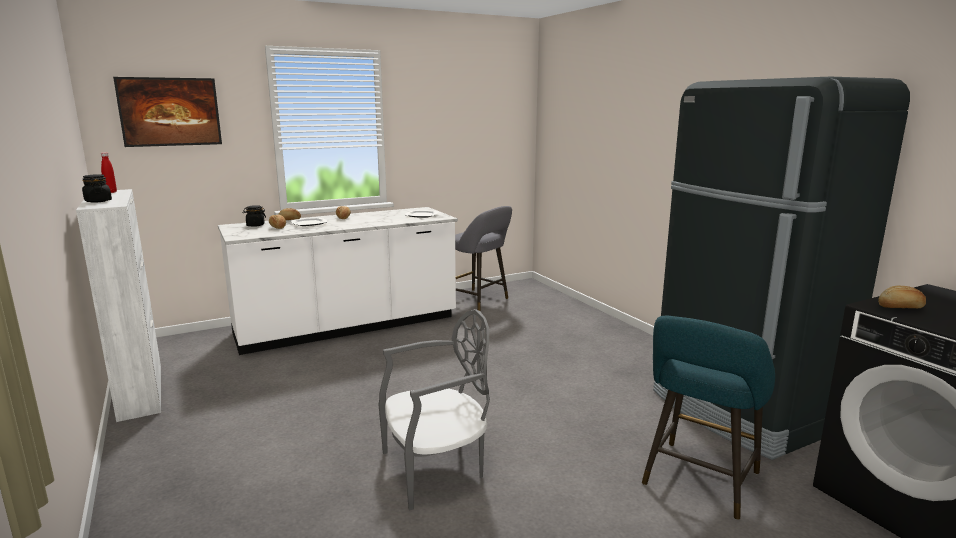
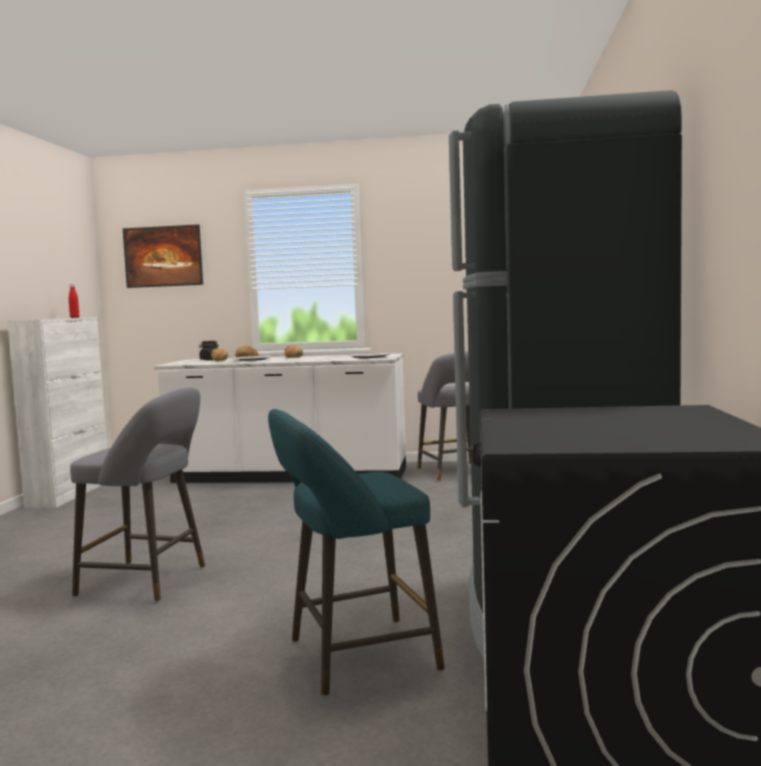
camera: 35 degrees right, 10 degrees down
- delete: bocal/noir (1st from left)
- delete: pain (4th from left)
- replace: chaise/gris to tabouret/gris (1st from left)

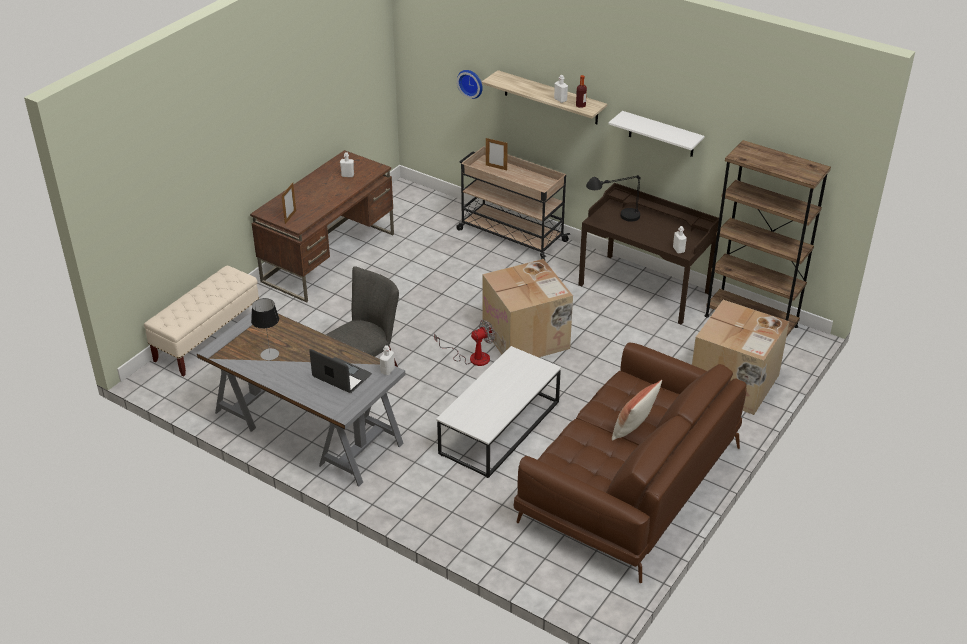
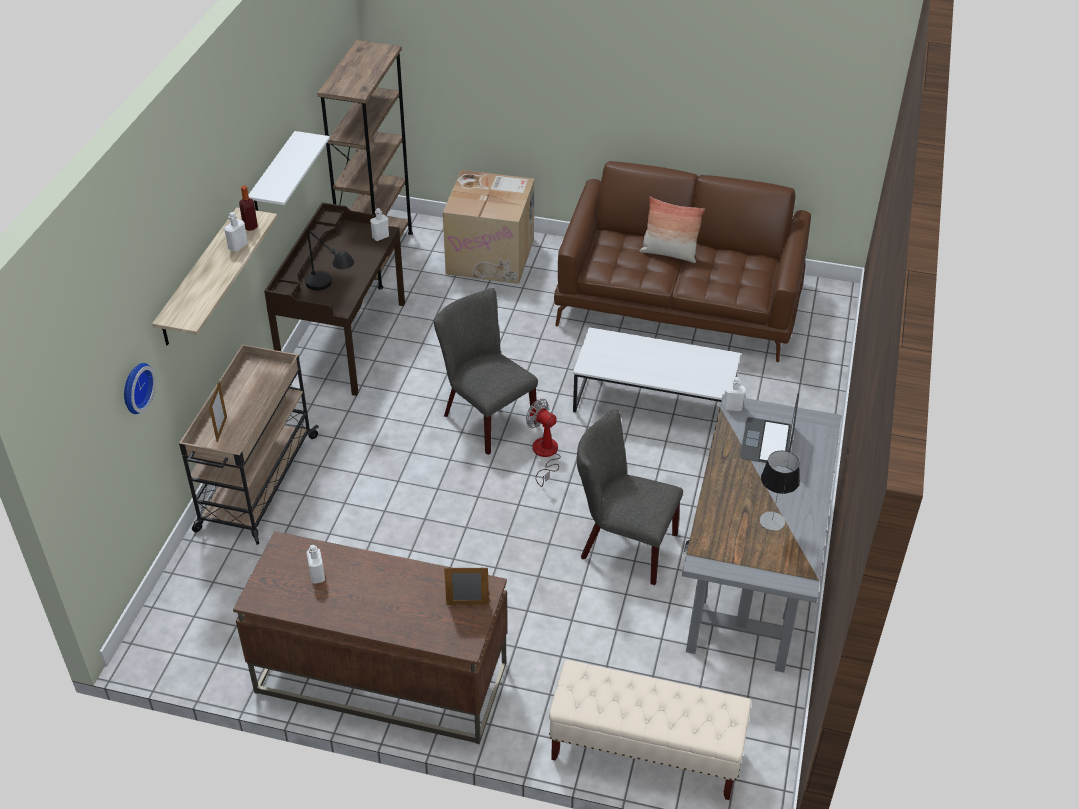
camera: 110 degrees left, 5 degrees up
- replace: carton (1st from left) to chaise/gris (1st from left)

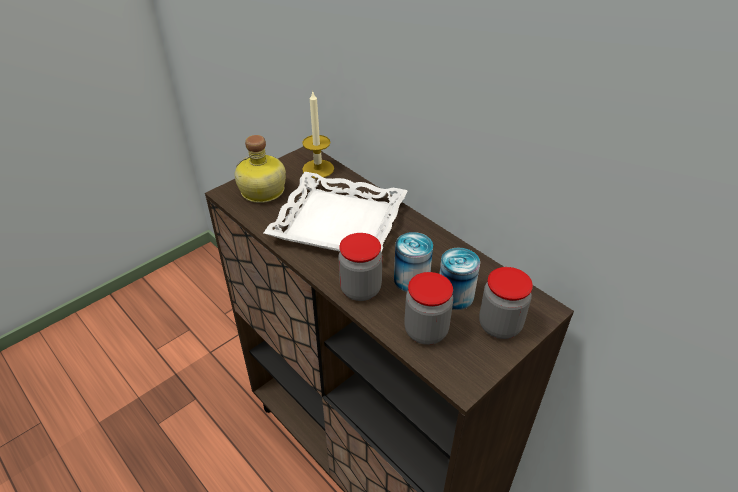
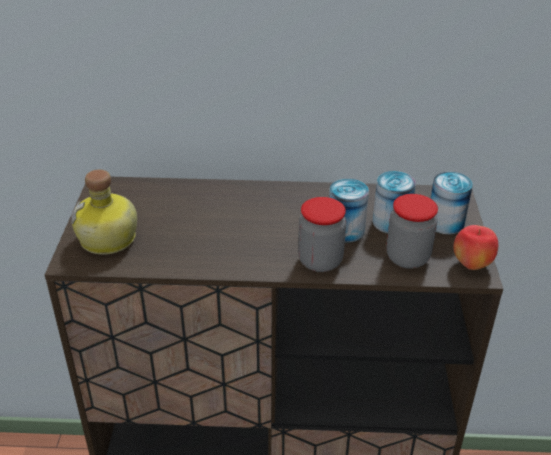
camera: 45 degrees left, 5 degrees down
- delete: plateau/blanc
- delete: bougie
- insert: pomme
- replace: bocal (3rd from left) to boîte métallique (3rd from left)

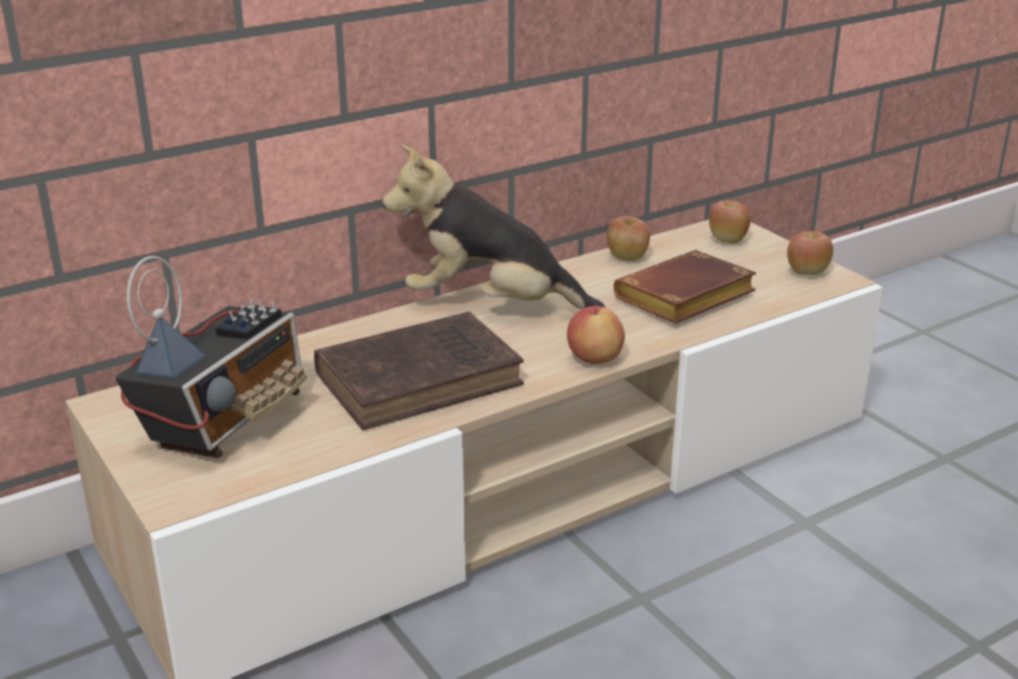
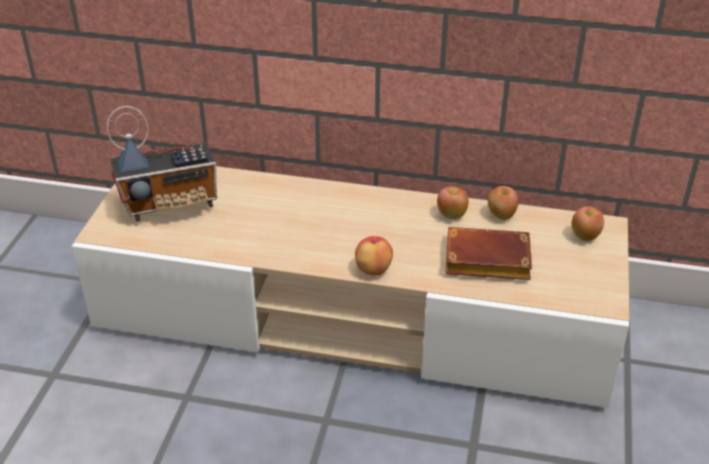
camera: 45 degrees right, 10 degrees up
- delete: livre/marron (1st from left)
- delete: peluche
- move: pomme (4th from left in the first image) to pomme (2nd from left)

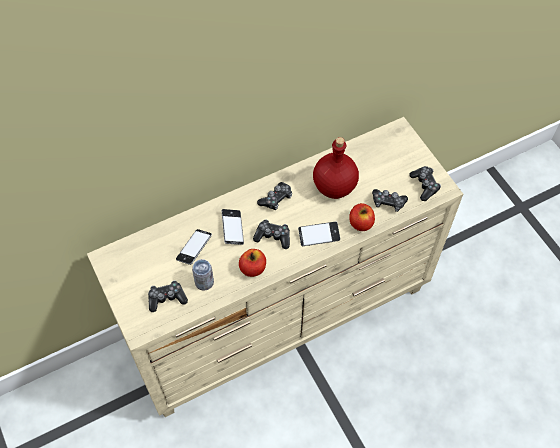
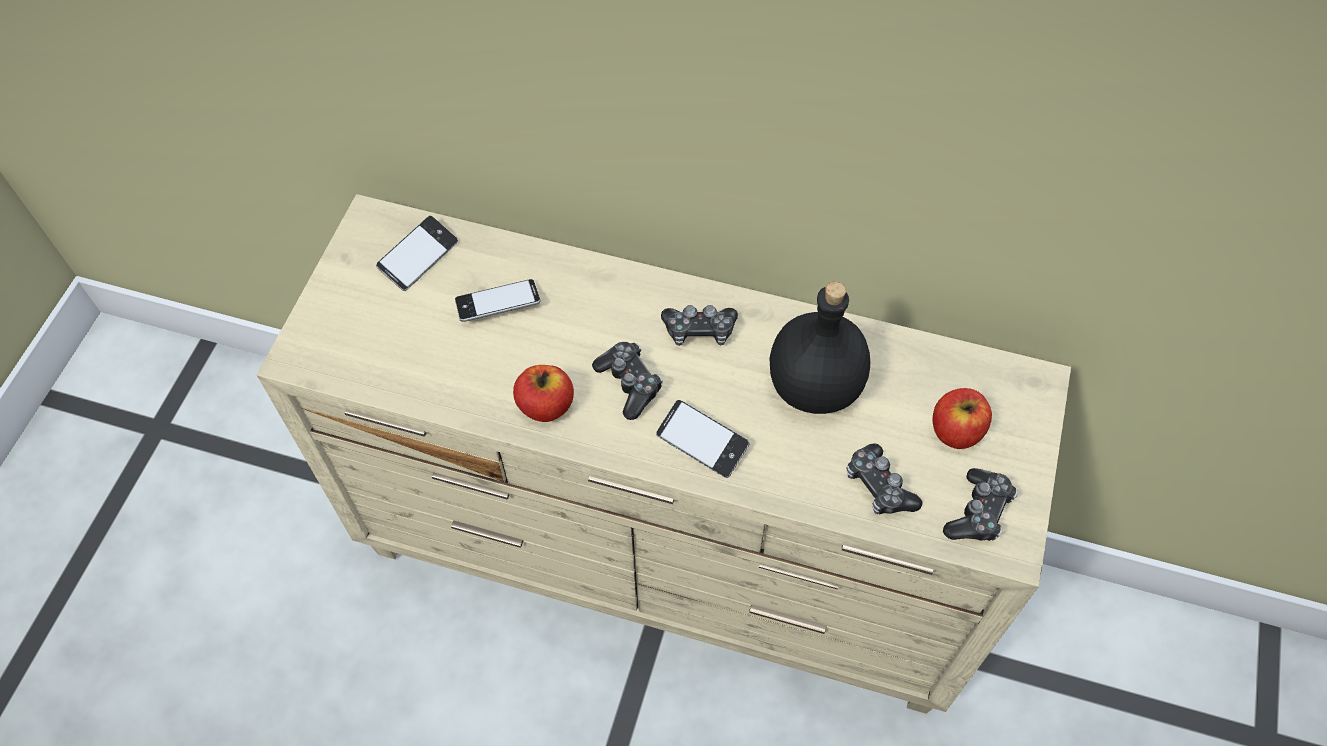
camera: 45 degrees right, 0 degrees up
- delete: manette (1st from left)
- delete: boîte métallique
- move: téléphone (2nd from left in the first image) to téléphone (1st from left)
- move: pomme (2nd from left)
- recolor: bouteille/rouge to bouteille/noir

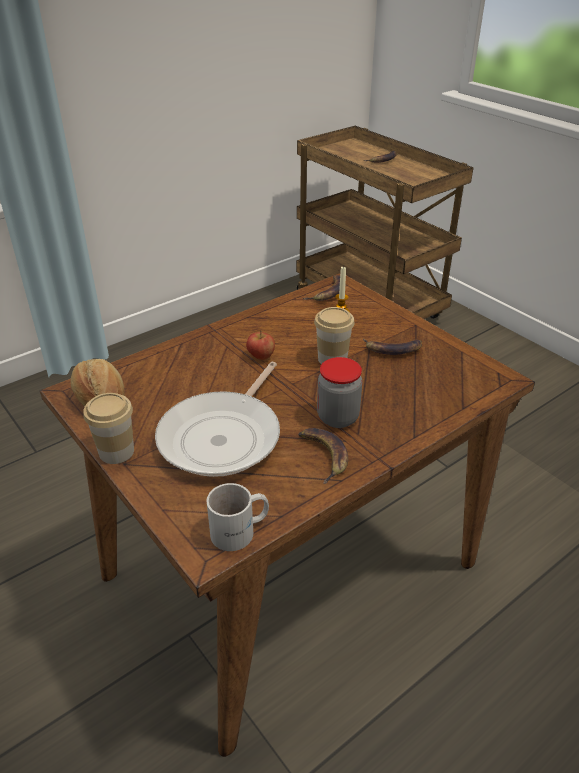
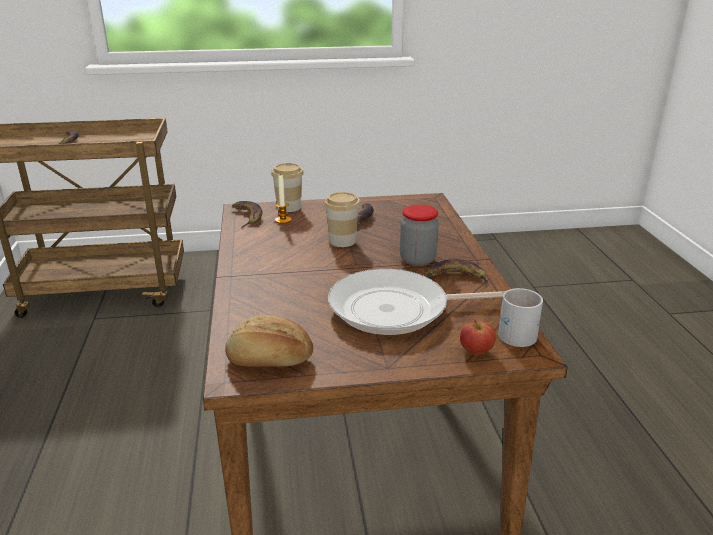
camera: 60 degrees left, 10 degrees down
- move: tasse (1st from left)
- move: pomme
- rotate: poêle 120 degrees clockwise

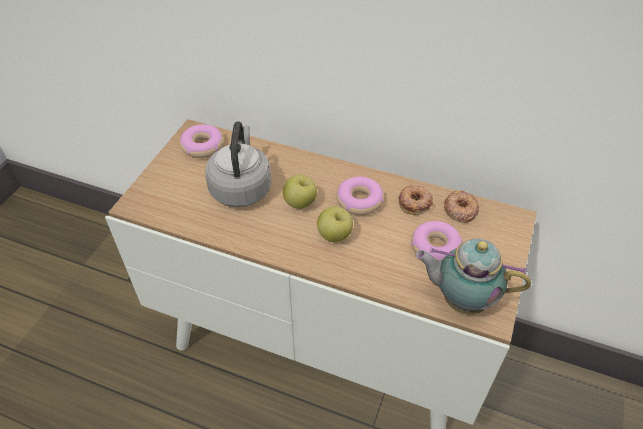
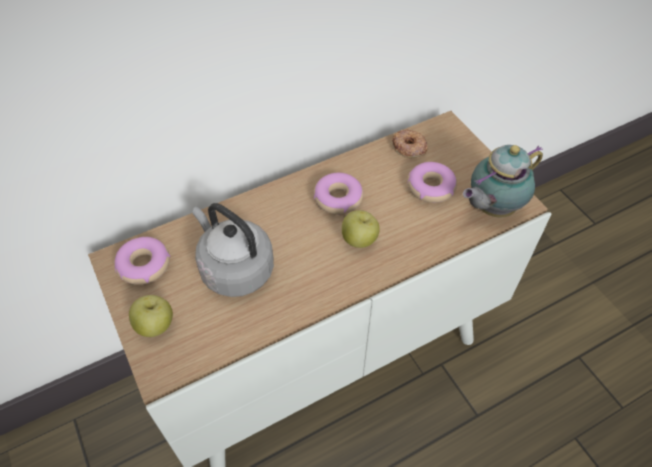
camera: 50 degrees left, 5 degrees up
- delete: beignet (3rd from left)
- move: pomme (1st from left)

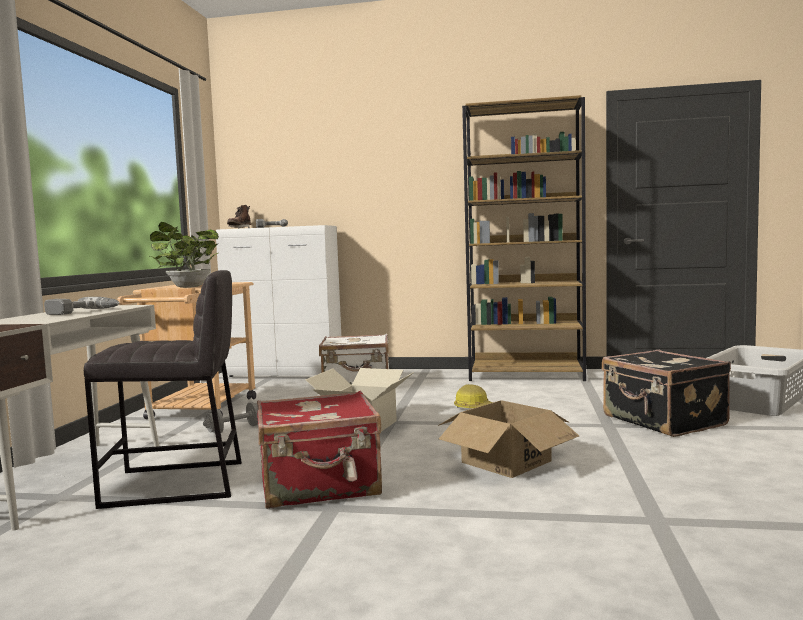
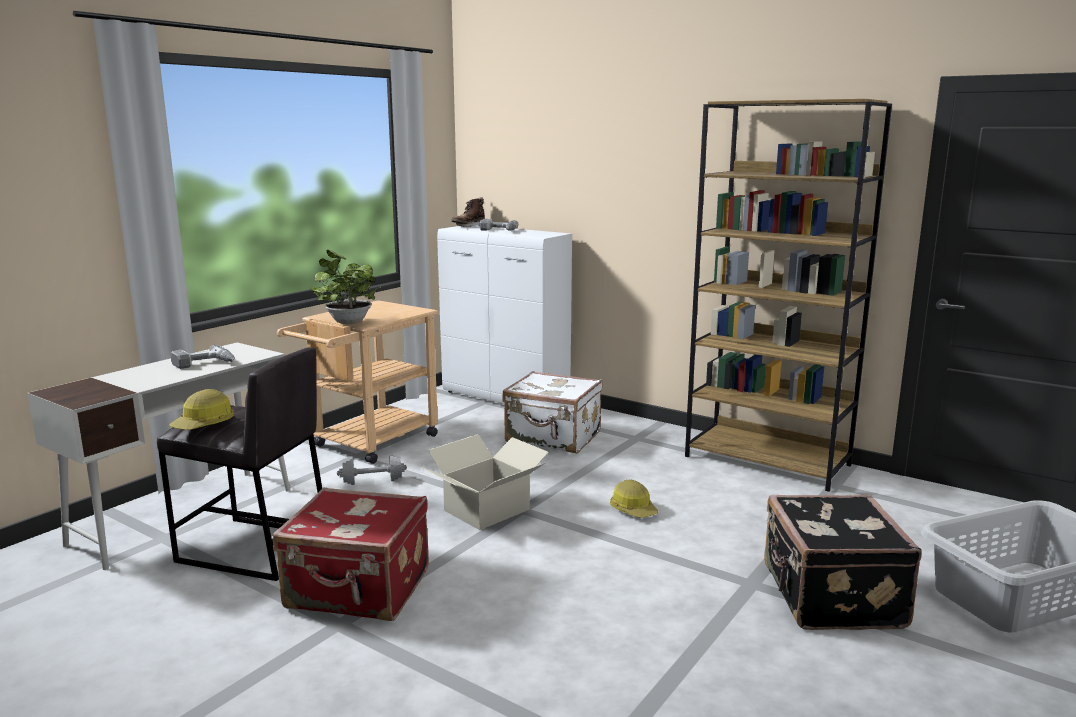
camera: 25 degrees right, 10 degrees up
- delete: carton (2nd from left)
- insert: casque de chantier (1st from left)

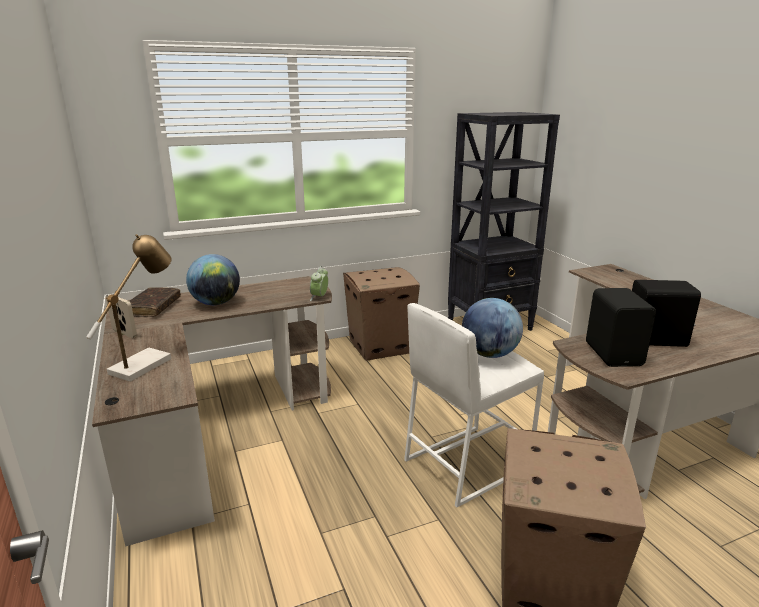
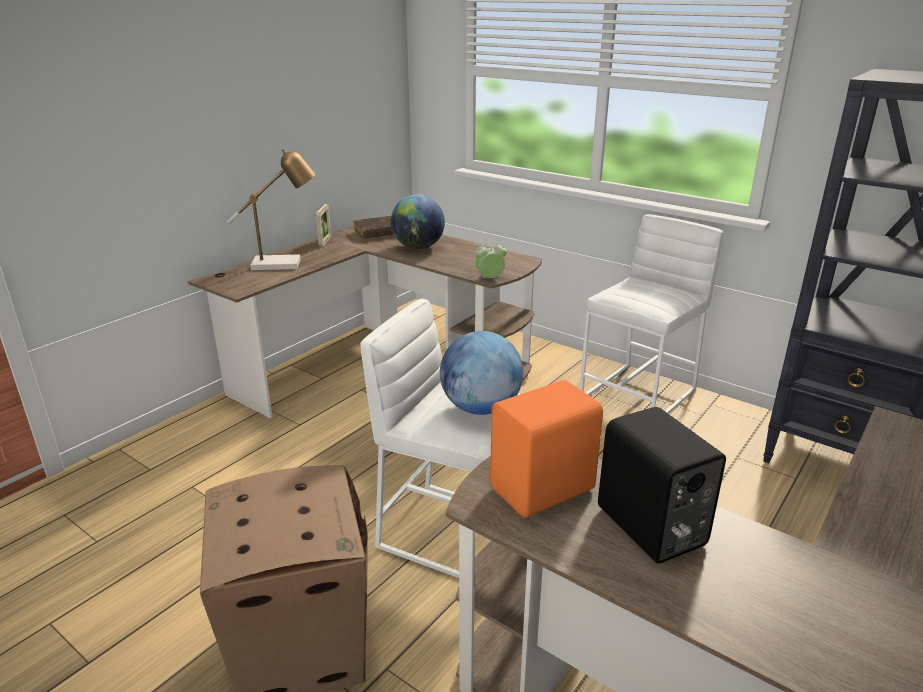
camera: 60 degrees right, 5 degrees up
- replace: carton (1st from left) to tabouret/blanc (2nd from left)
- recolor: enceinte/noir (1st from left) to enceinte/orange

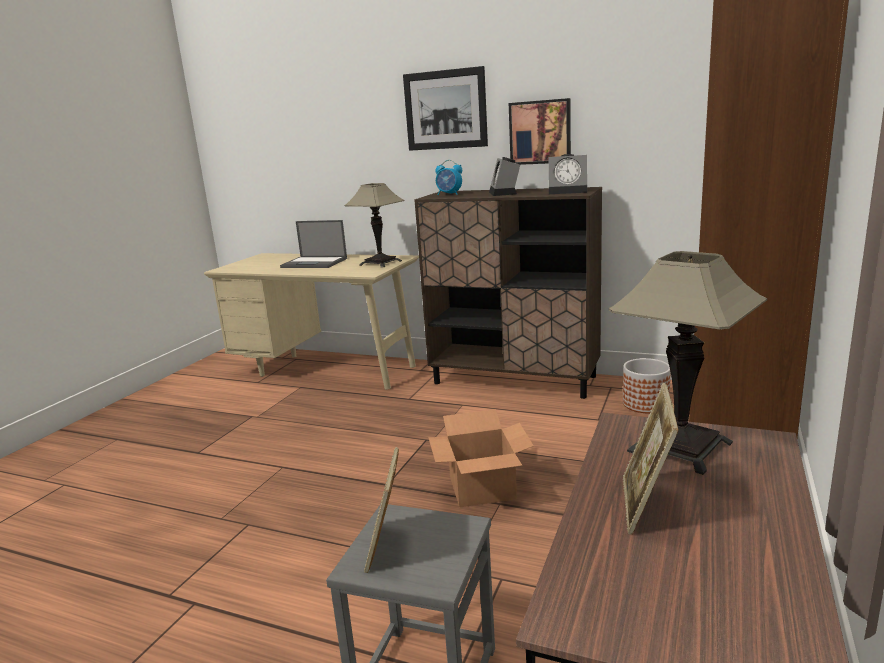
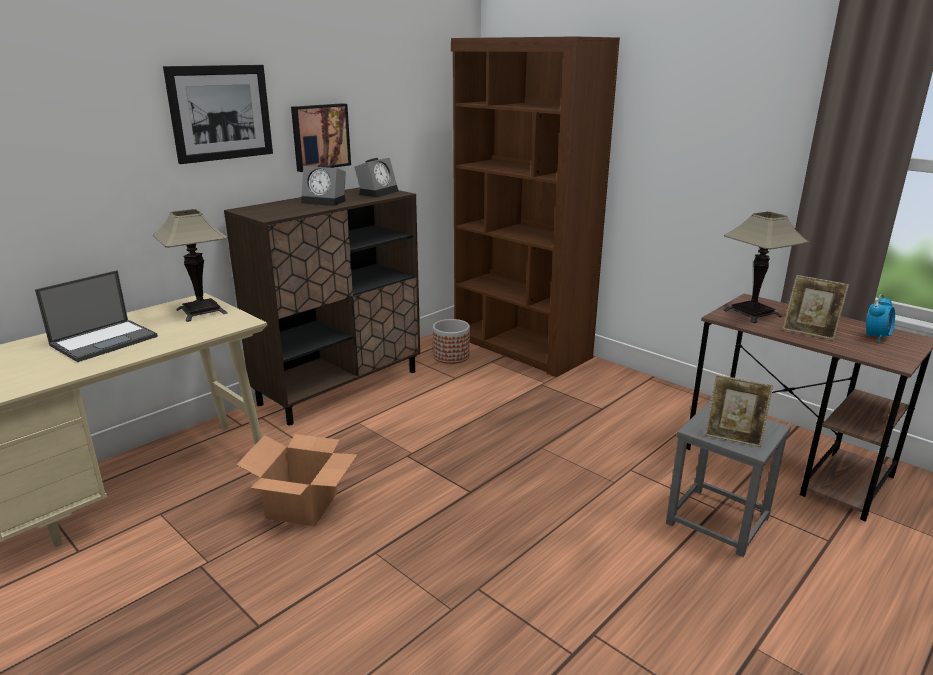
camera: 70 degrees left, 5 degrees up
- move: carton
- move: réveil (1st from left in the first image) to réveil (3rd from left)

